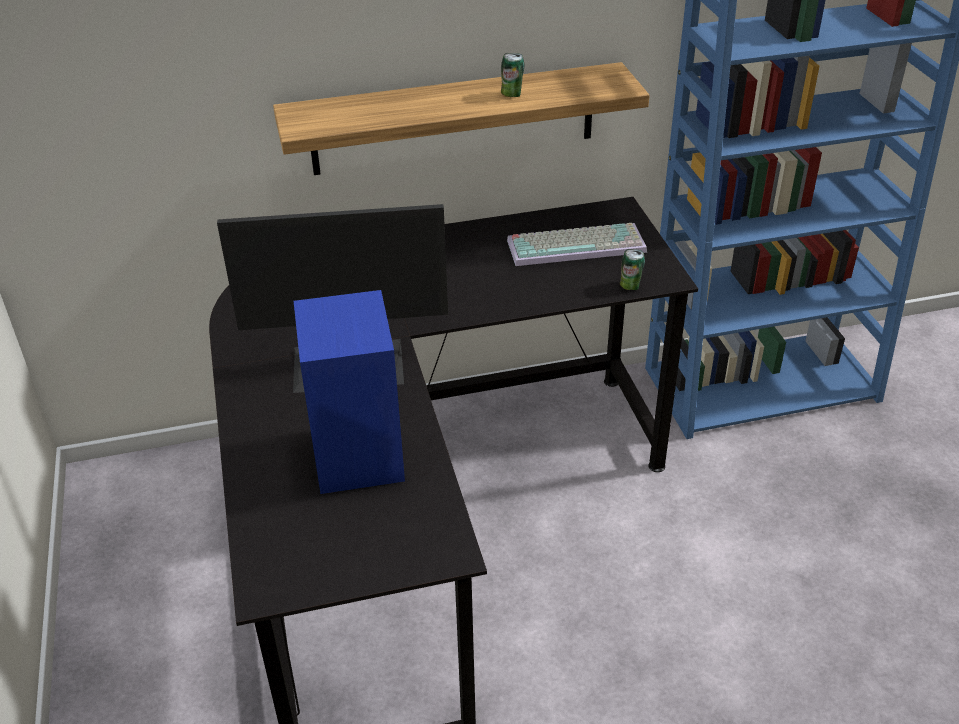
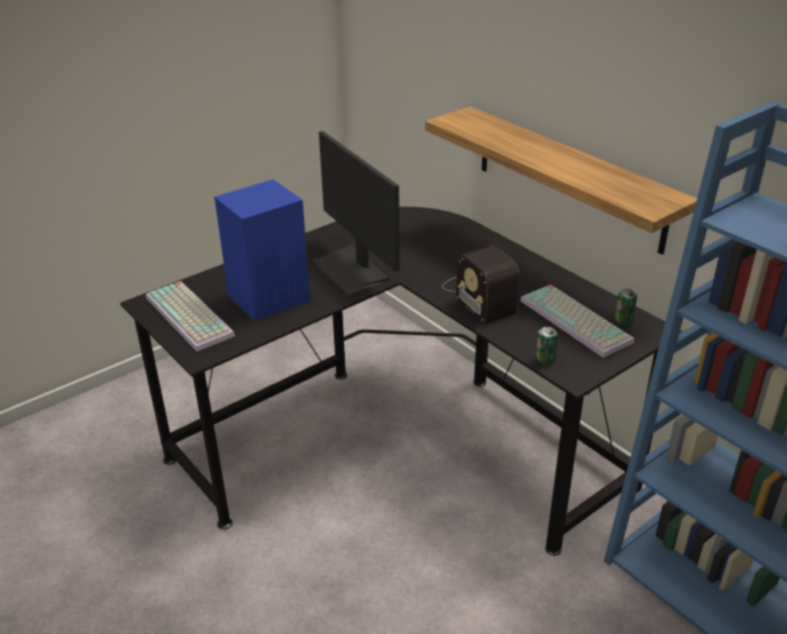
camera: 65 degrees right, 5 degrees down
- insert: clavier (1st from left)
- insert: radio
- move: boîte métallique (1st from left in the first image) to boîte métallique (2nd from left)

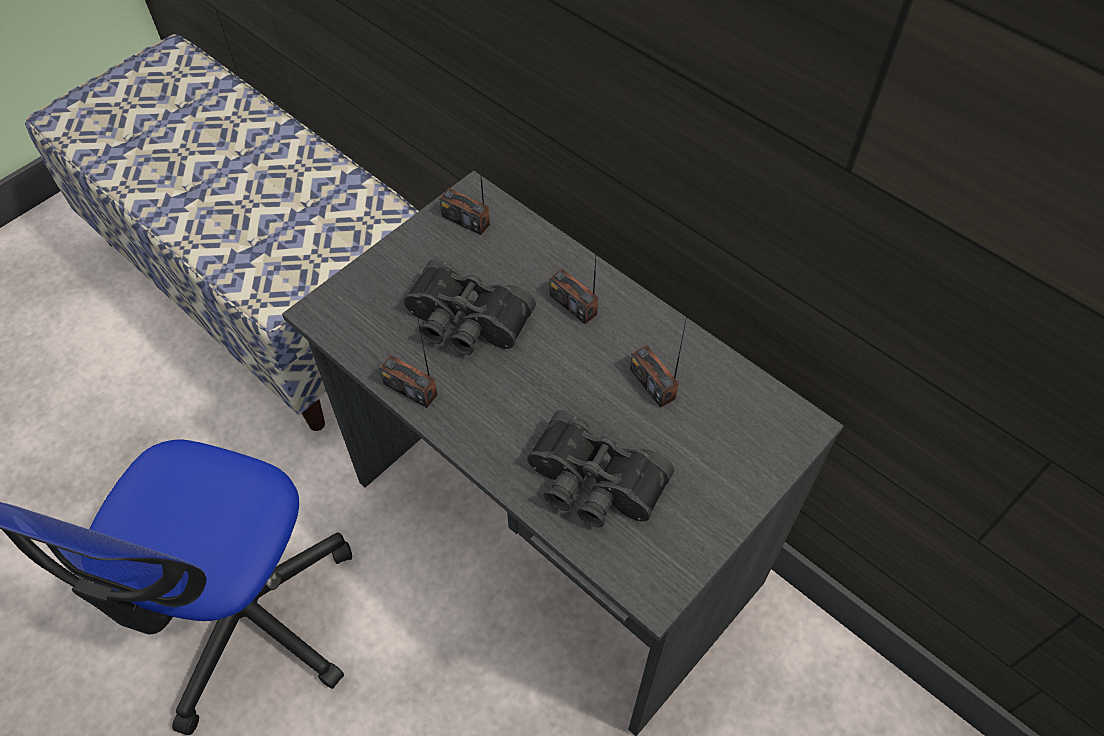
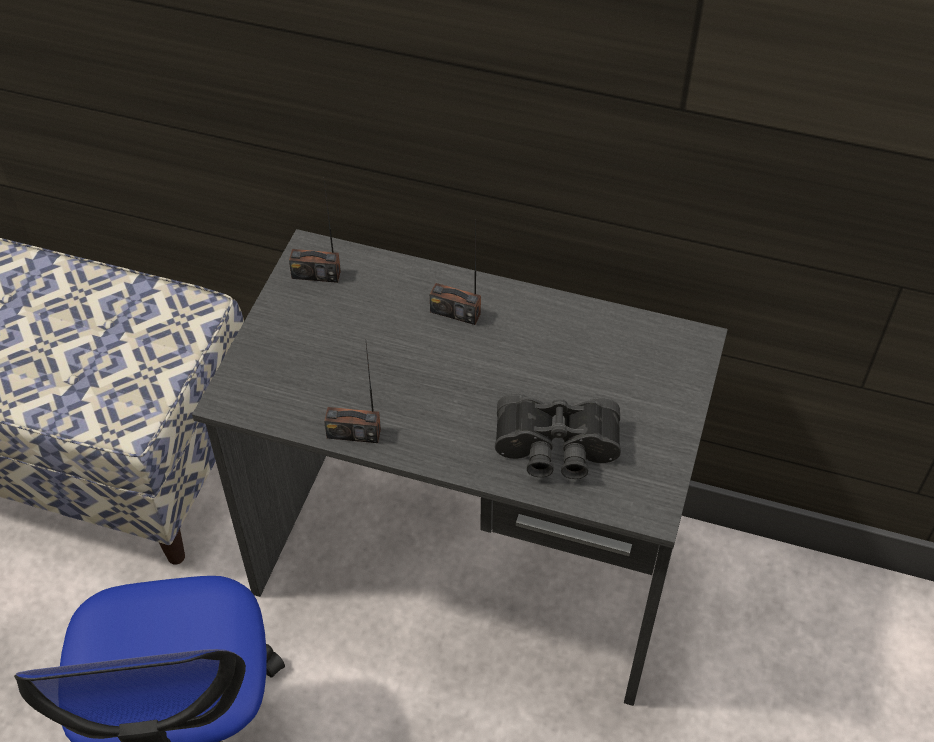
camera: 25 degrees left, 5 degrees down
- delete: jumelles/noir (1st from left)
- delete: radio (4th from left)

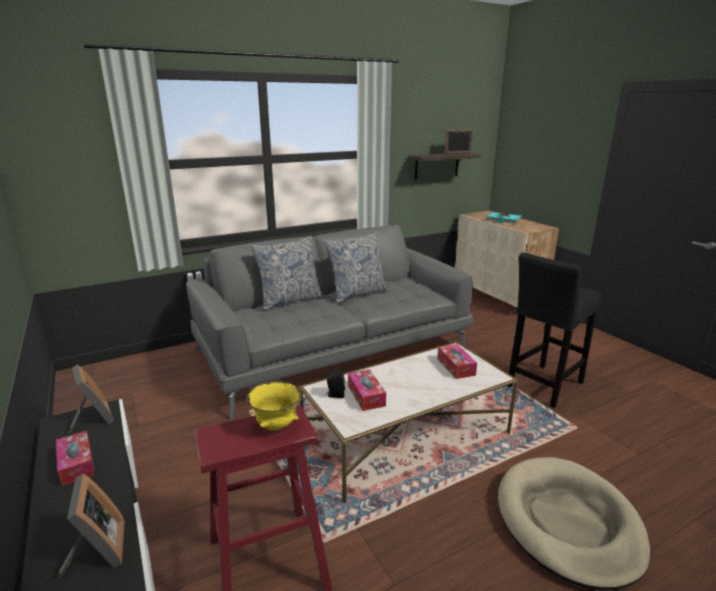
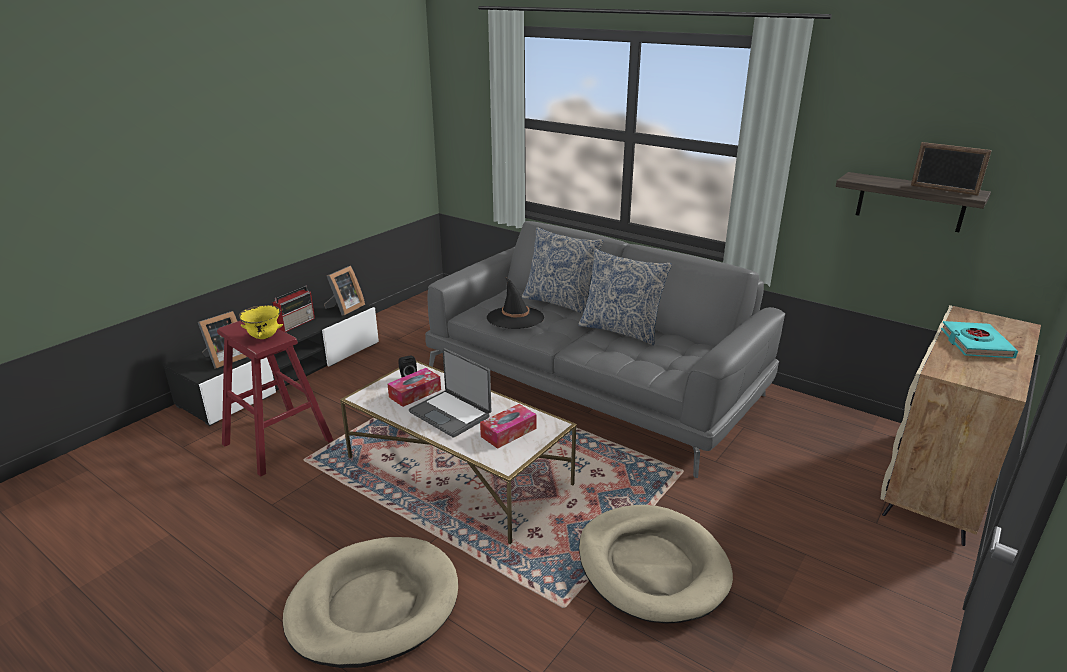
camera: 65 degrees right, 5 degrees up
- insert: ordinateur portable
- insert: chapeau/noir
- replace: boîte à mouchoirs (1st from left) to radio
- replace: tabouret/noir to panier pour chien/beige (2nd from left)

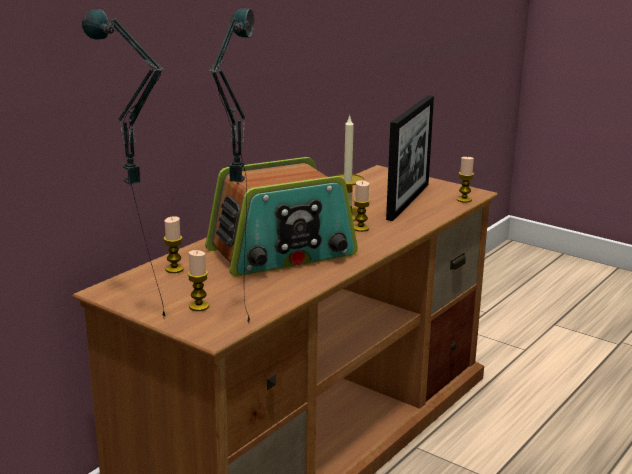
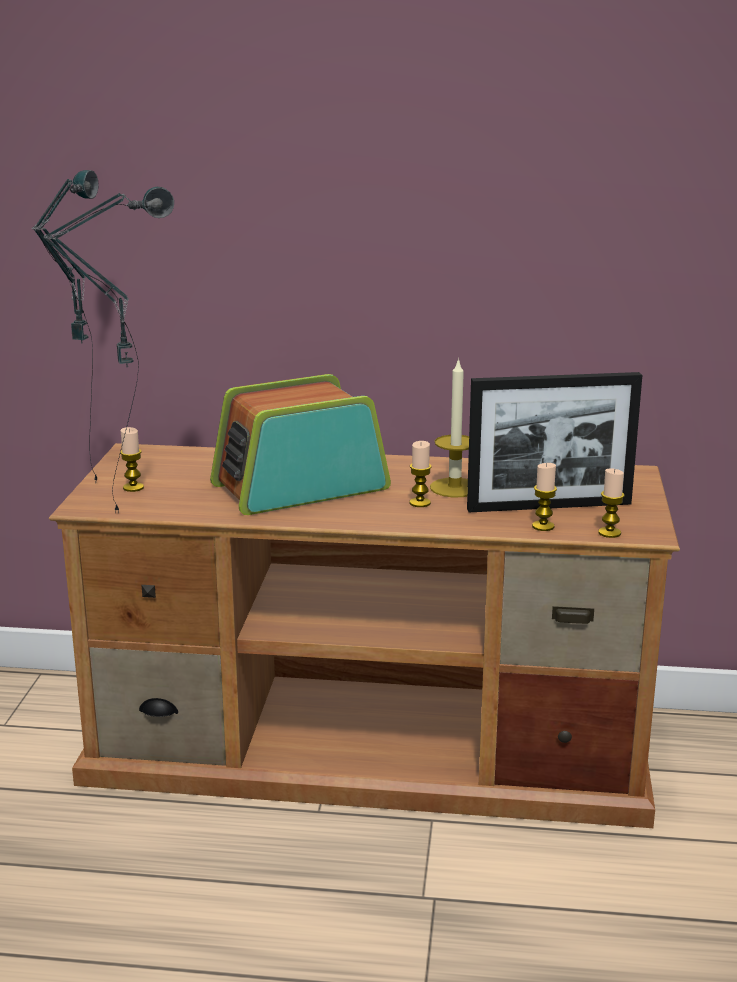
camera: 60 degrees right, 0 degrees up
- move: bougie (1st from left in the first image) to bougie (4th from left)
- rotate: radio 120 degrees clockwise

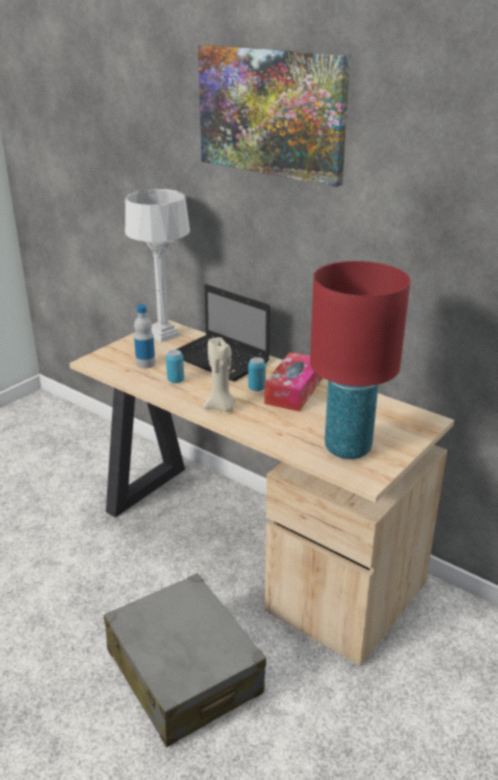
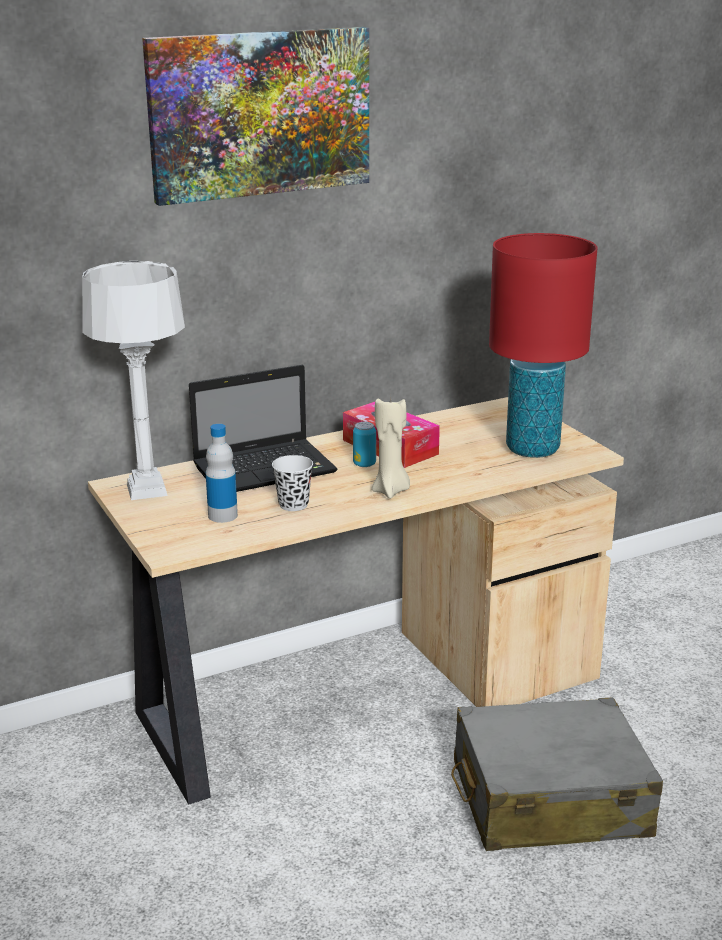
camera: 65 degrees left, 5 degrees down
- replace: boîte métallique (1st from left) to tasse/noir

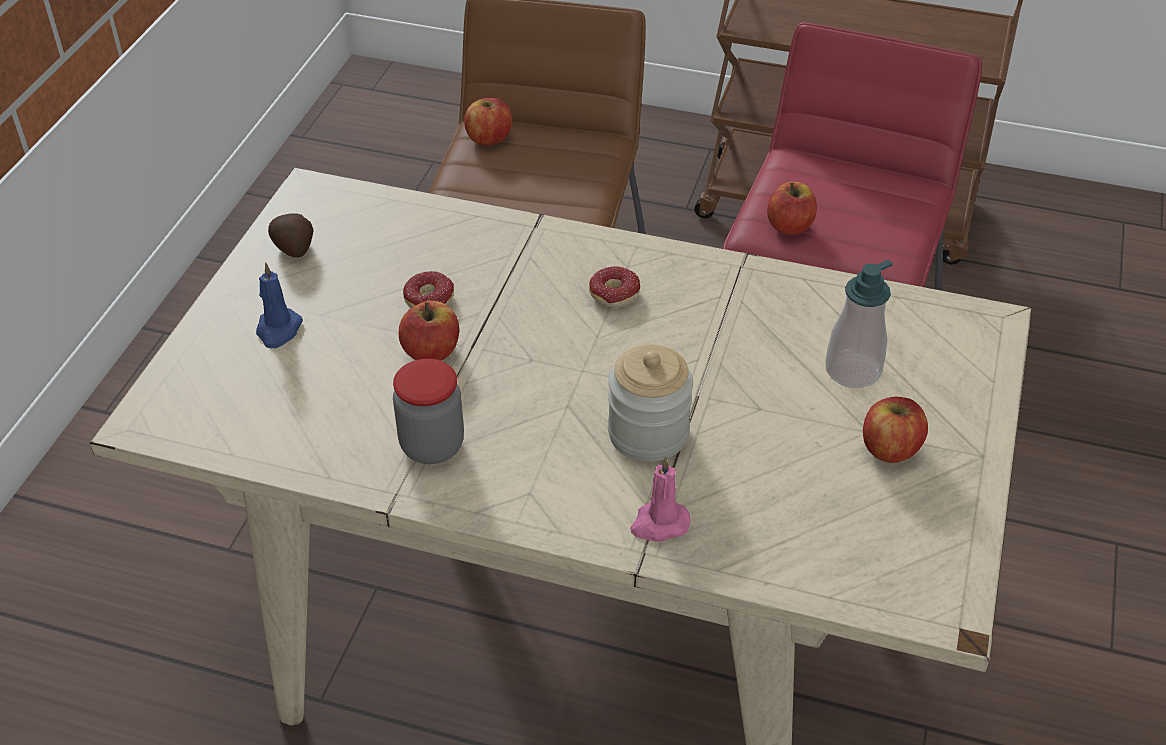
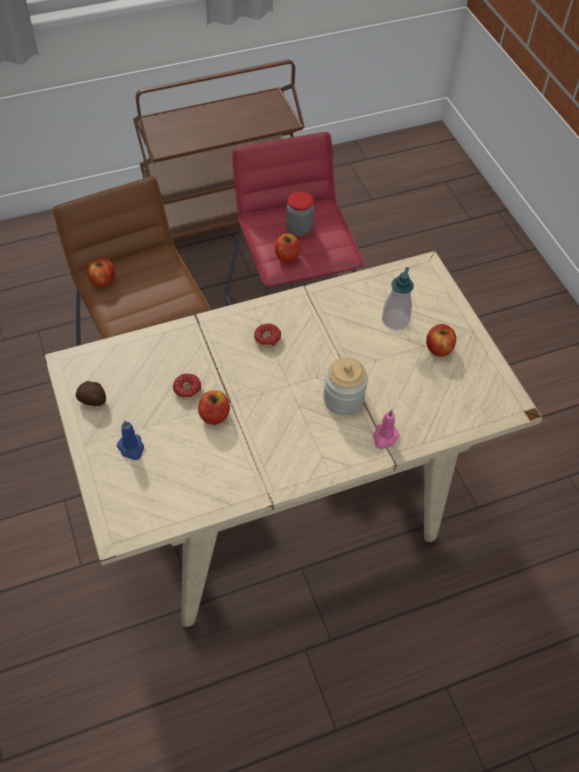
camera: 40 degrees left, 10 degrees up
- move: bocal (1st from left)

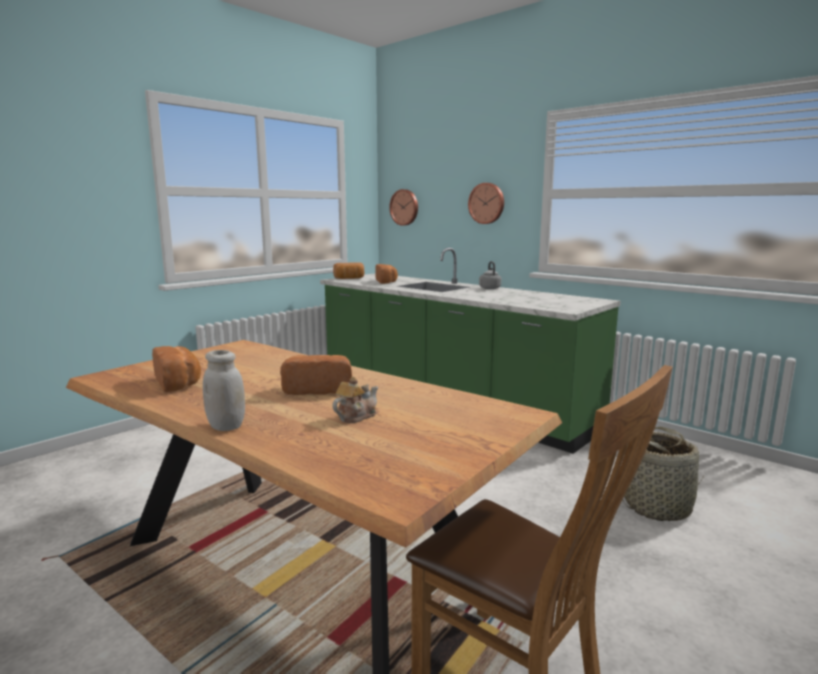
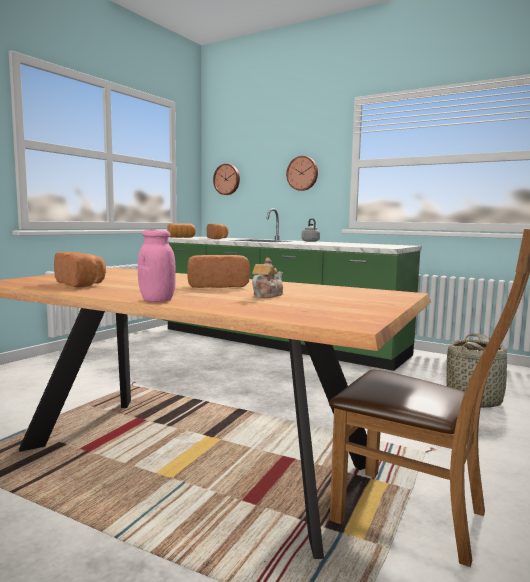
camera: 10 degrees left, 5 degrees down
- recolor: bocal/blanc to bocal/rose

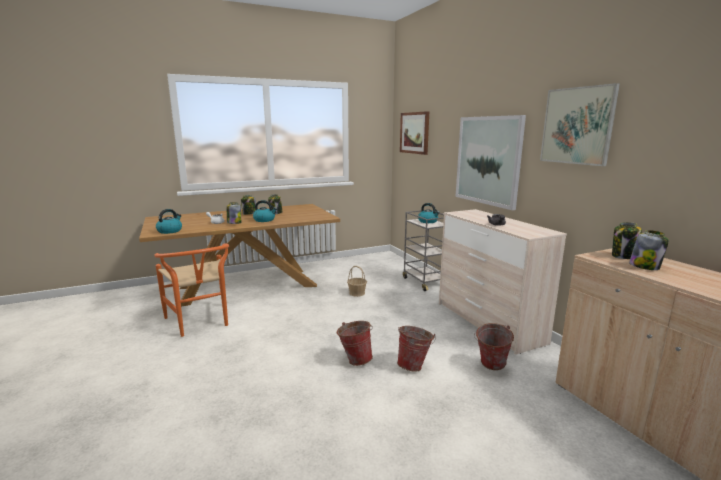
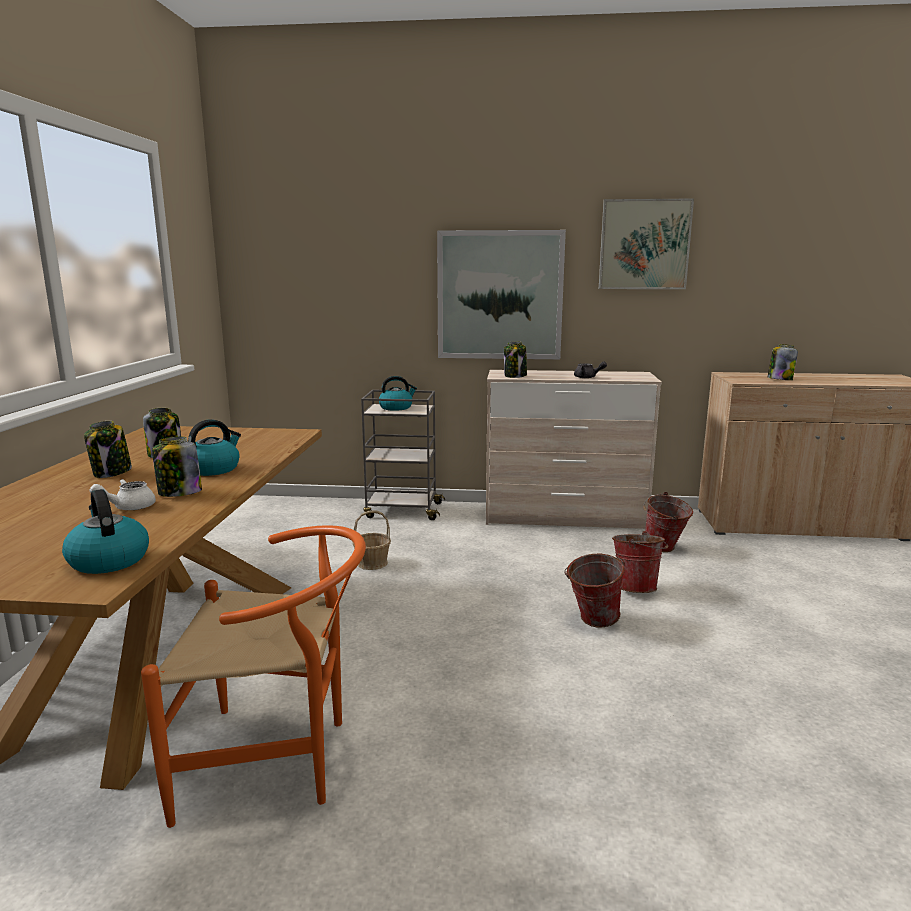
camera: 60 degrees left, 0 degrees up
- delete: tableau (1st from left)
- move: bocal (4th from left)

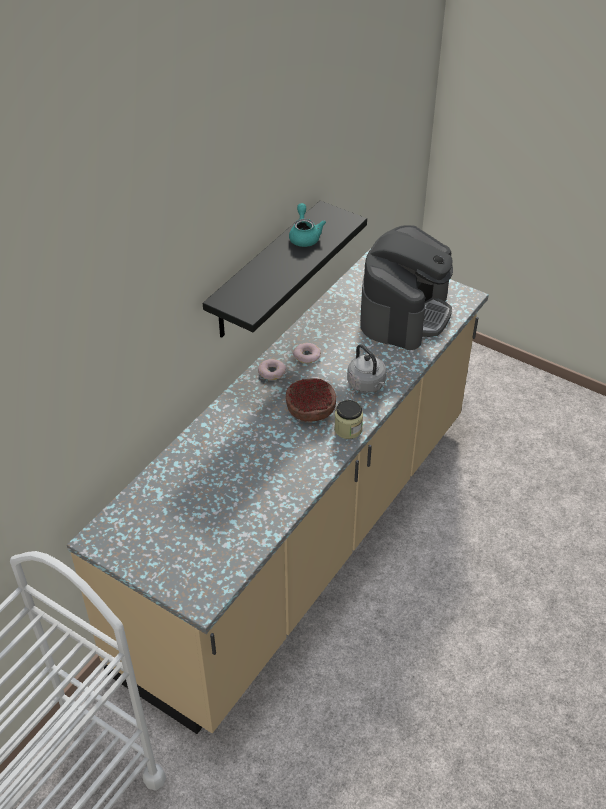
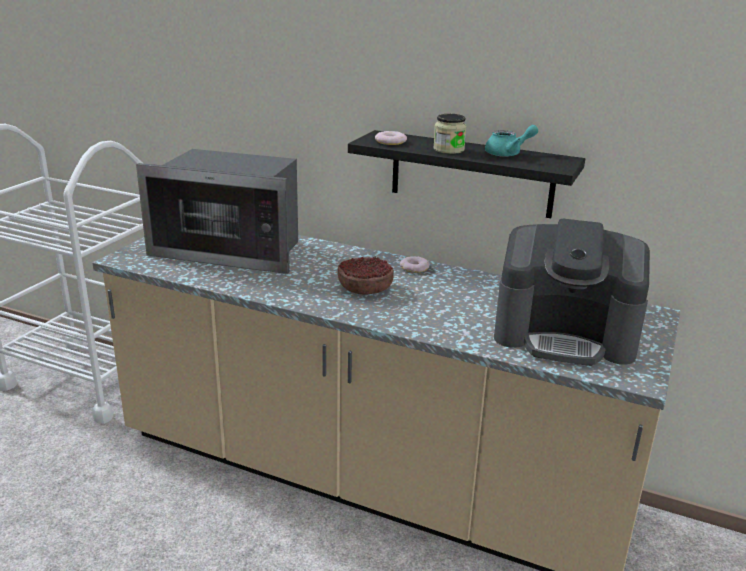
camera: 80 degrees right, 20 degrees down
- delete: bouilloire/gris
- insert: micro-ondes
- move: beignet (2nd from left in the first image) to beignet (1st from left)
- move: bocal

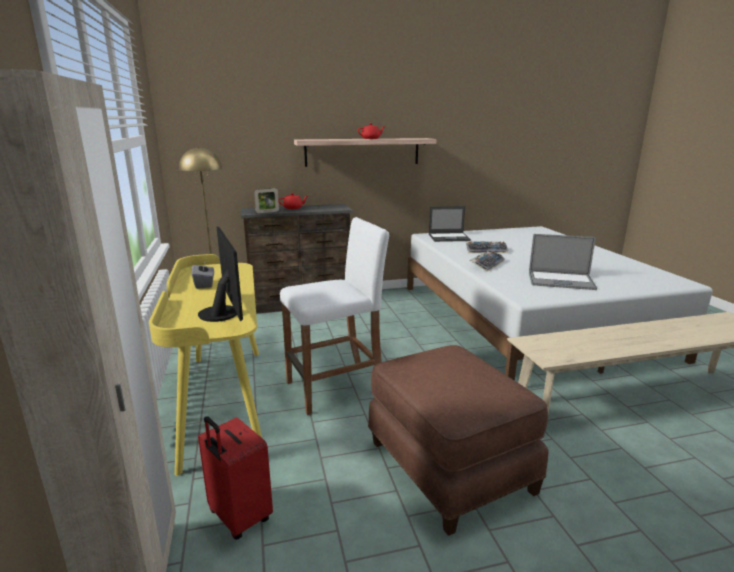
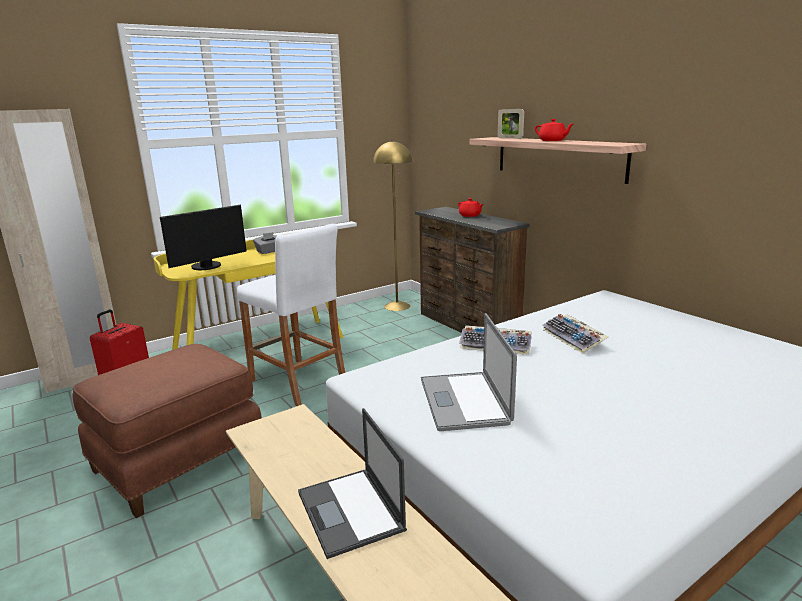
camera: 70 degrees right, 0 degrees up
- move: cadre photo
- move: ordinateur portable (1st from left)

